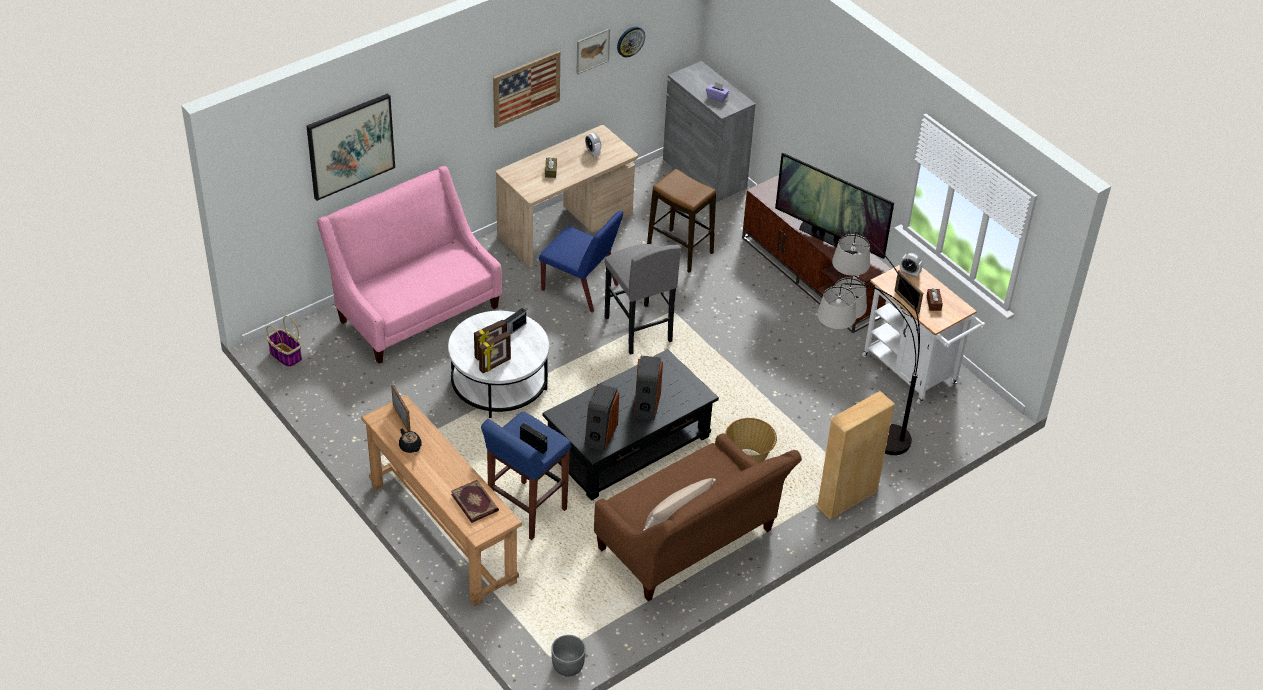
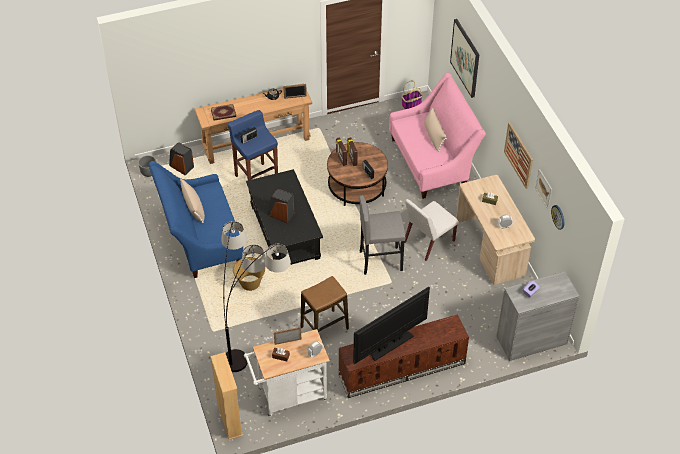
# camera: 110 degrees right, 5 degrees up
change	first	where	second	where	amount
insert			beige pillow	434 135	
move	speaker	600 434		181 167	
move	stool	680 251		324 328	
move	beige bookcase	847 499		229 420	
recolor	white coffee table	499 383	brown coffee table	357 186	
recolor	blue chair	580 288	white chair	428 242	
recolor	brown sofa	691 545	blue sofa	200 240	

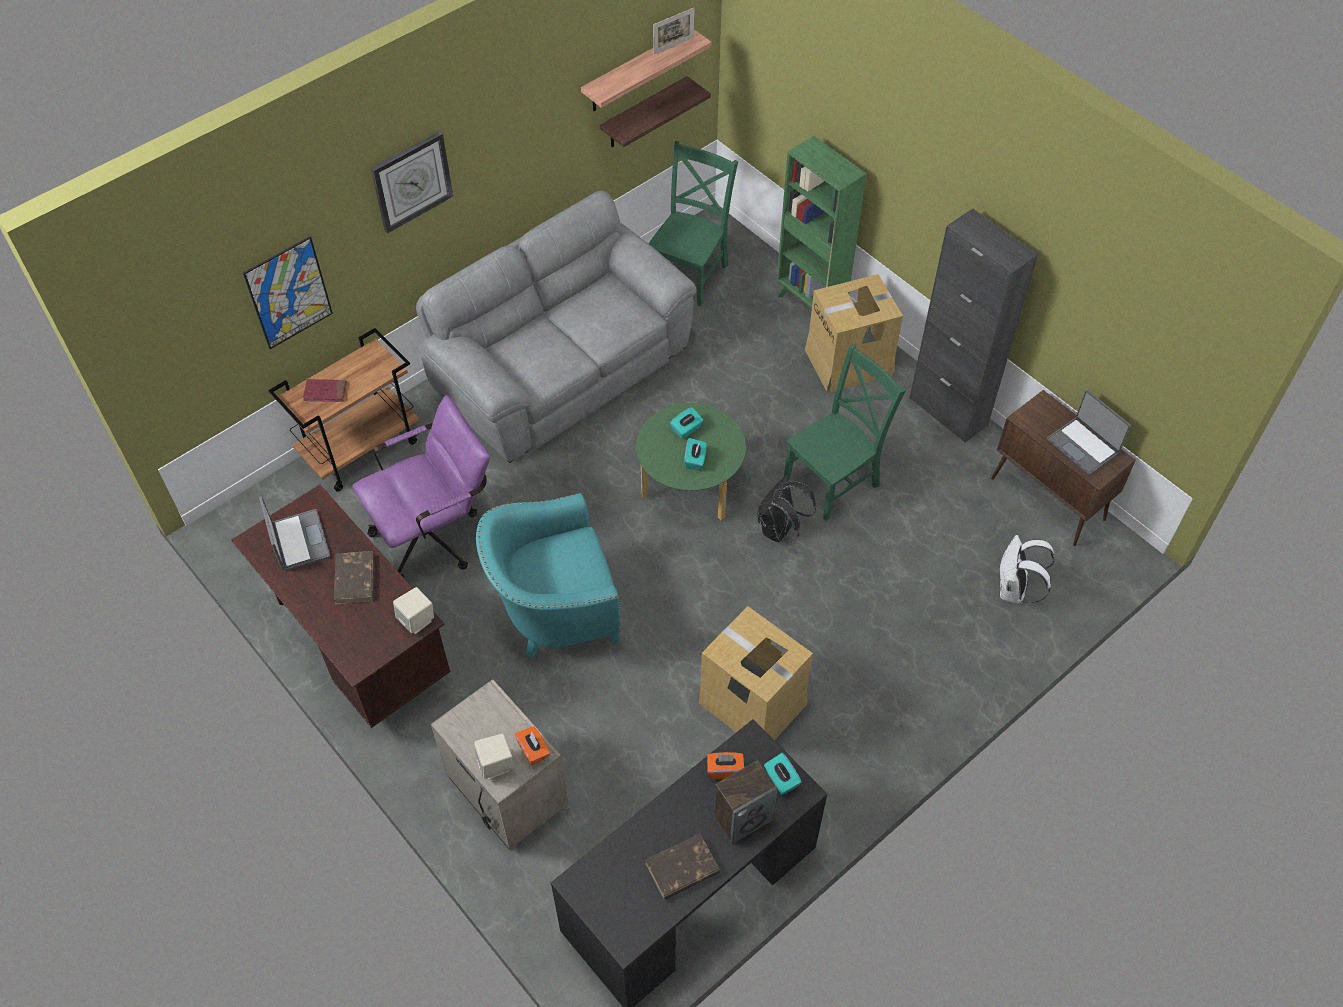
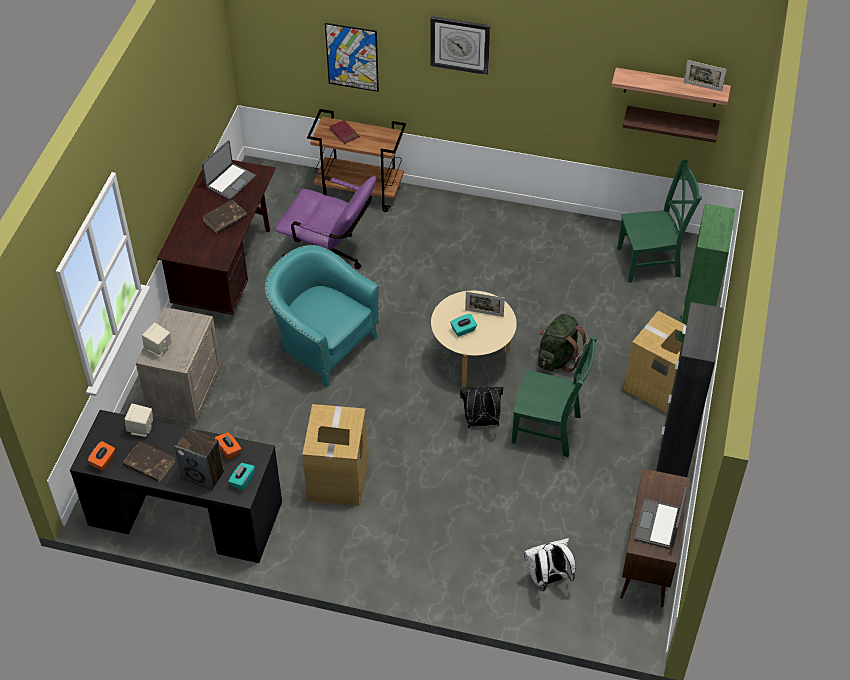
# camera: 55 degrees right, 5 degrees down
change	first	where	second	where	amount
delete	grey sofa	560 368			
insert			green backpack	558 358	
move	beige speaker	417 620		141 429	
move	orange tissue box	533 750		103 461	
replace	turquoise tissue box	686 429	picture frame	484 313	
recolor	green coffee table	690 488	beige coffee table	472 359	

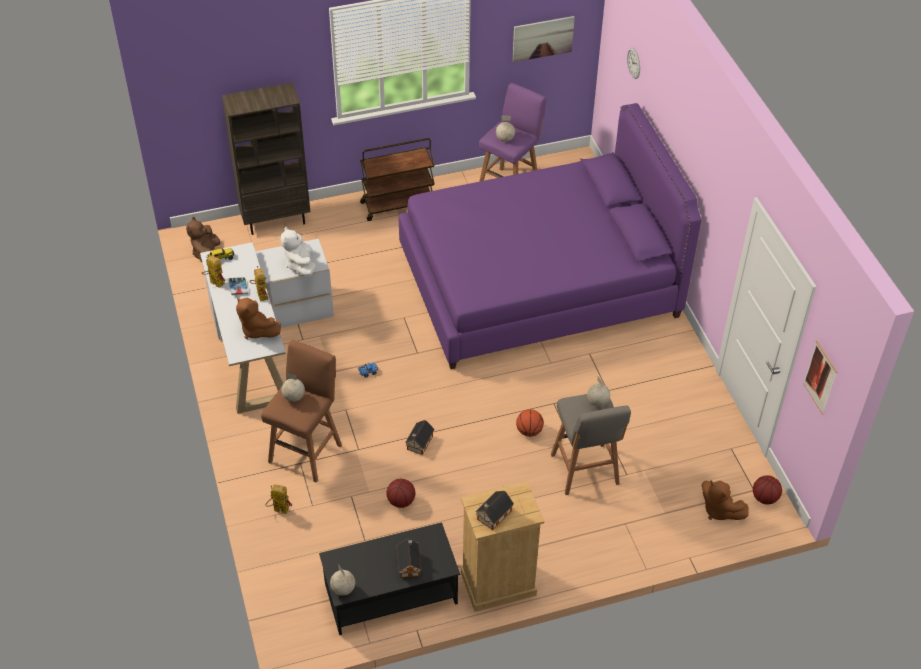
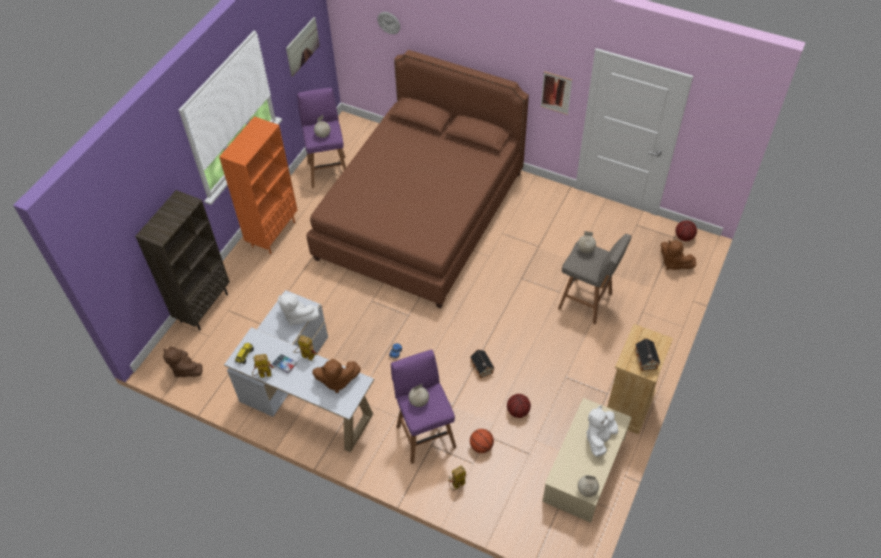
# camera: 45 degrees left, 5 degrees up
change	first	where	second	where	amount
move	basketball	529 431		481 446	
move	picture	820 377		556 93	
replace	brown cart	398 204	orange bookcase	273 234	
replace	toy house	409 563	white plush toy	599 438	
recolor	brown stool	306 451	purple stool	425 434	
recolor	black coffee table	391 593	beige coffee table	584 469	
recolor	purple bed	538 282	brown bed	421 215	
rotate	brown plush toy	719 510		673 263	45 degrees clockwise

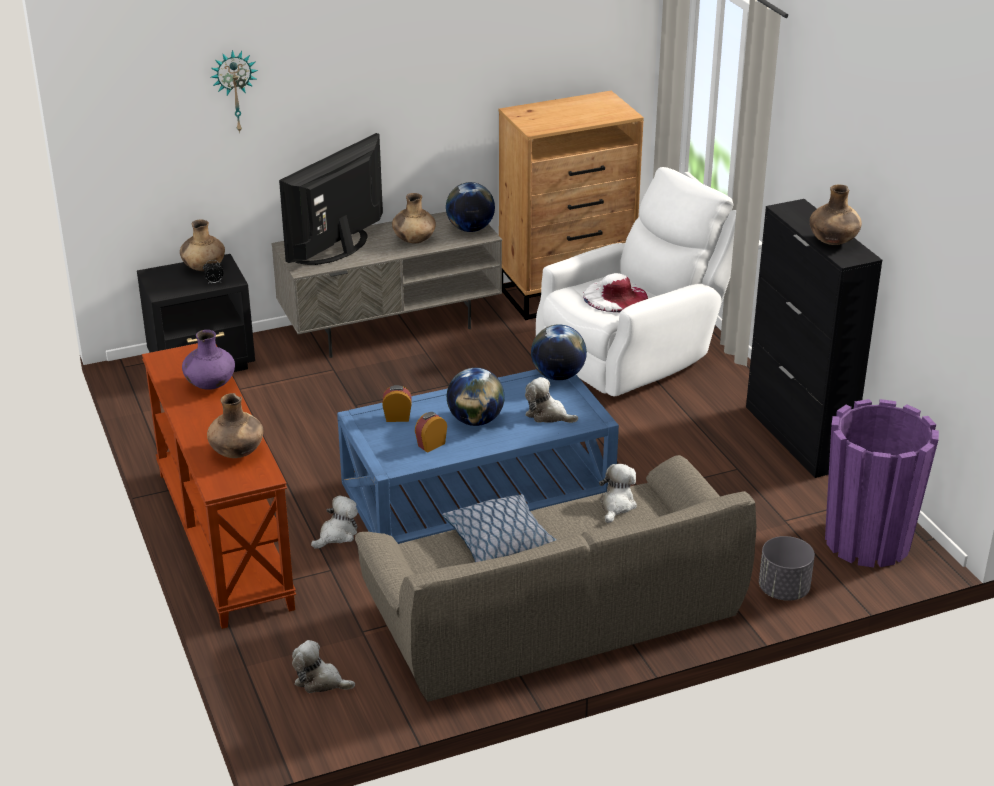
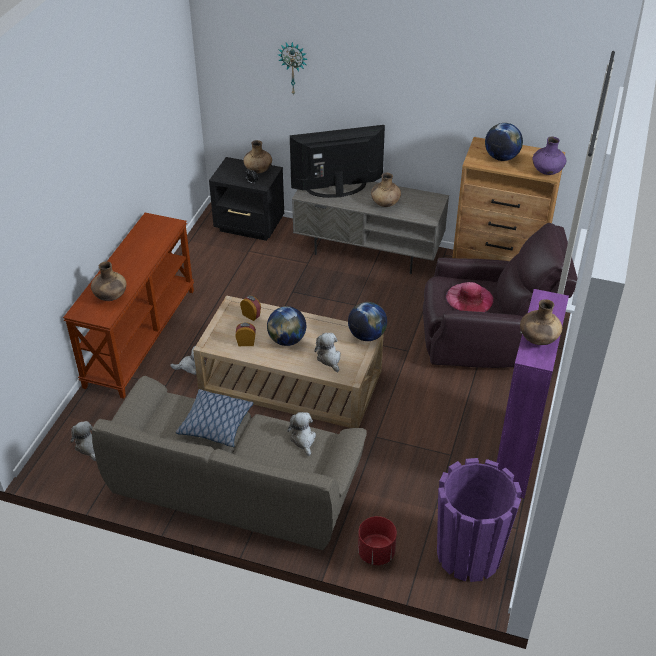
# camera: 40 degrees right, 10 degrees up
change	first	where	second	where	amount
move	purple vase	210 385		547 171	
move	globe	470 229		501 157	
recolor	blue coffee table	478 490	beige coffee table	290 381	
recolor	white armchair	634 353	brown armchair	487 340	
recolor	white hat	615 296	pink hat	469 298	
recolor	black cabinet	797 437	purple cabinet	516 456	
recolor	grey planter	783 590	red planter	376 552	
rotate	plush toy	616 505		303 439	75 degrees counterclockwise

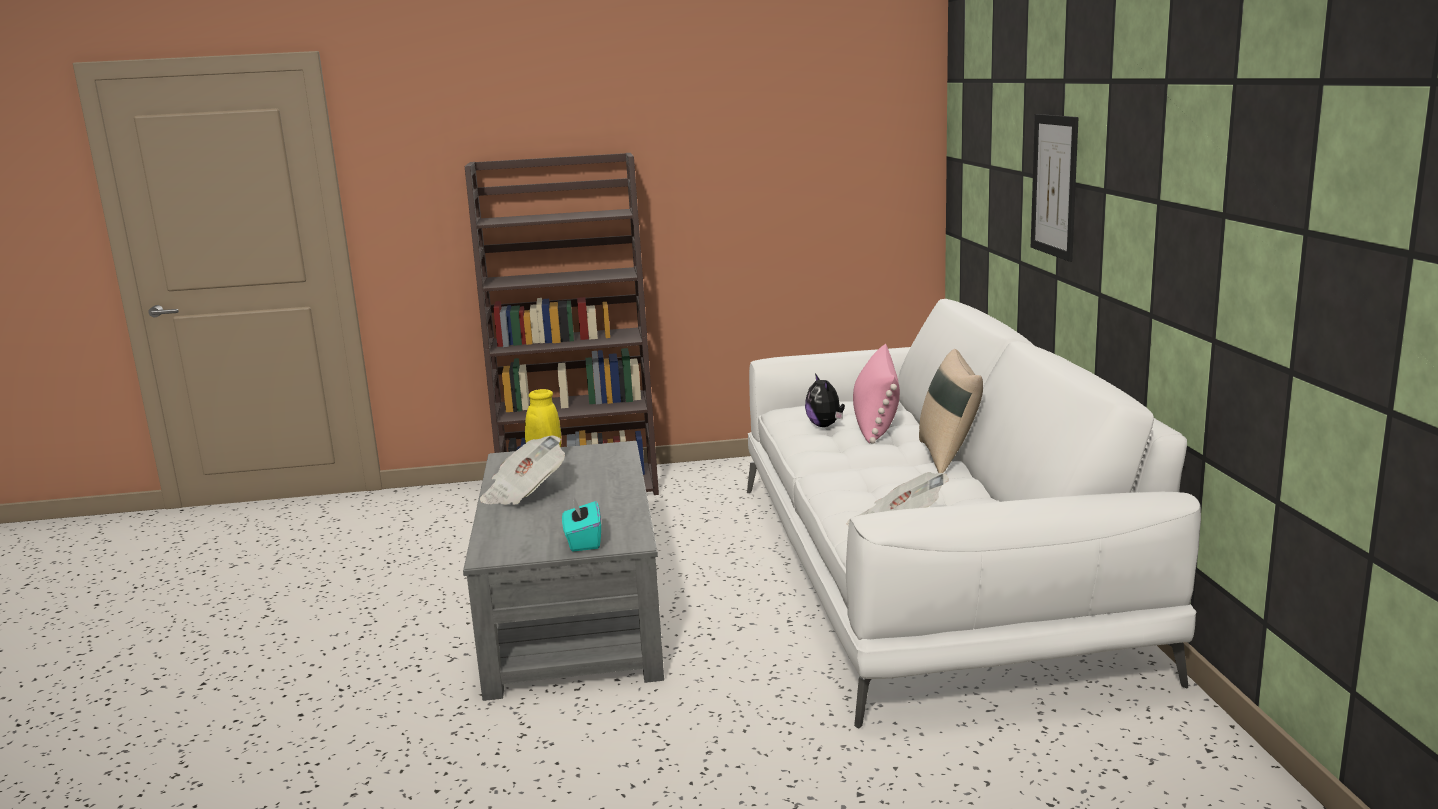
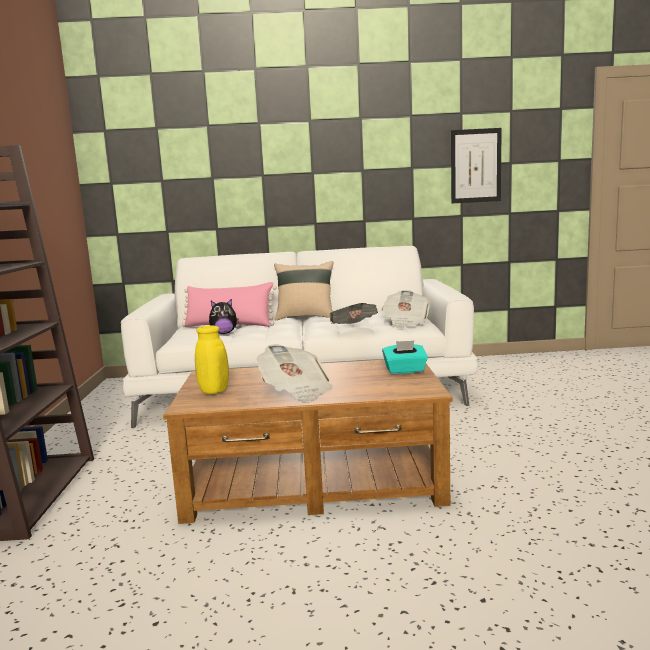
# camera: 85 degrees left, 5 degrees down
change	first	where	second	where	amount
insert			newspaper	353 328	
move	picture	1054 186		475 166	
recolor	grey coffee table	571 613	brown coffee table	315 481	

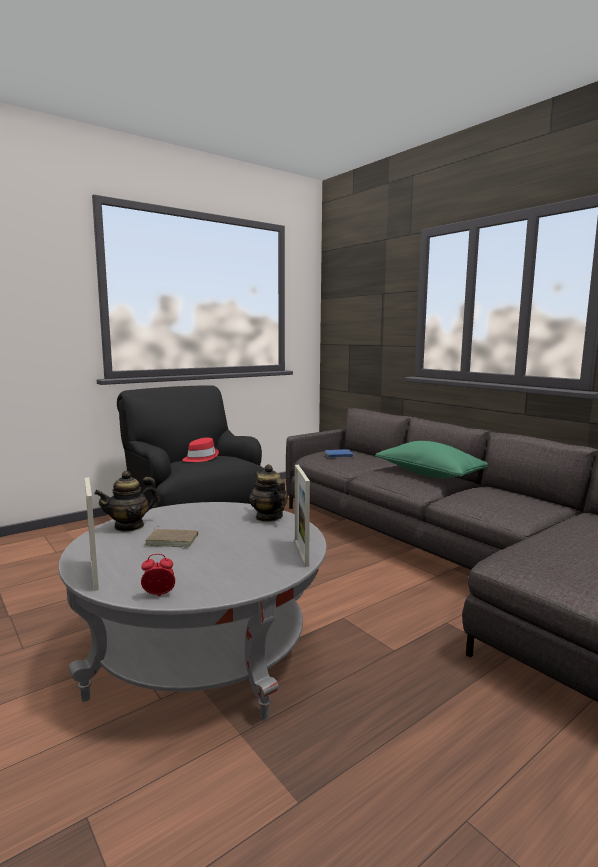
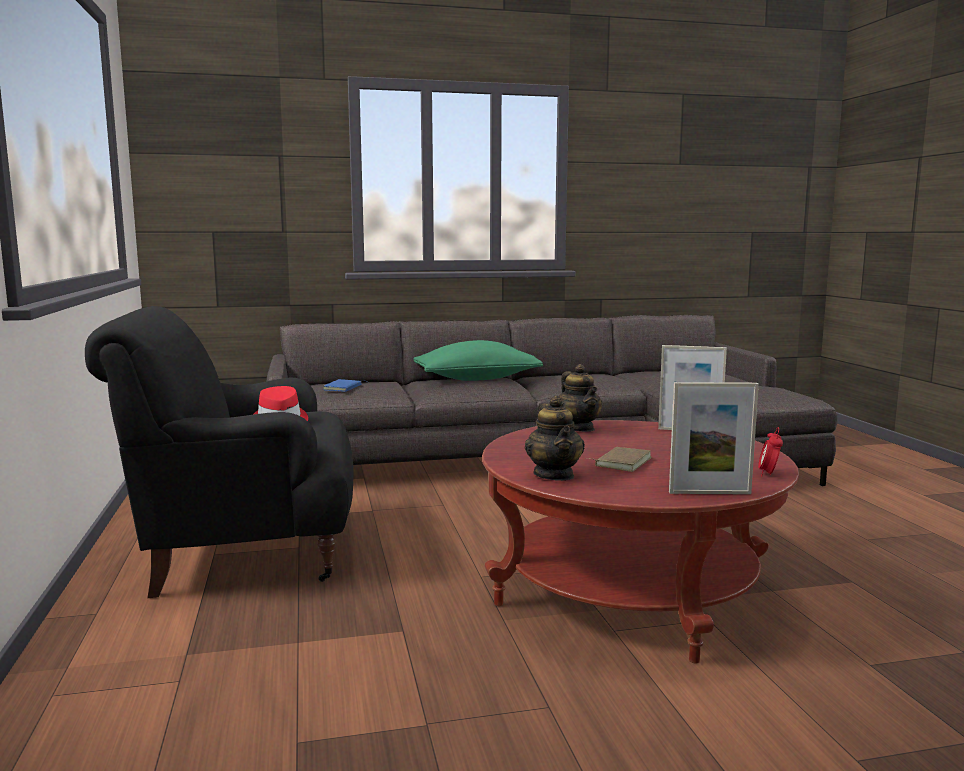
# camera: 65 degrees left, 0 degrees up
change	first	where	second	where	amount
recolor	grey coffee table	202 651	red coffee table	630 590	
rotate	teapot	269 517		578 428	105 degrees counterclockwise

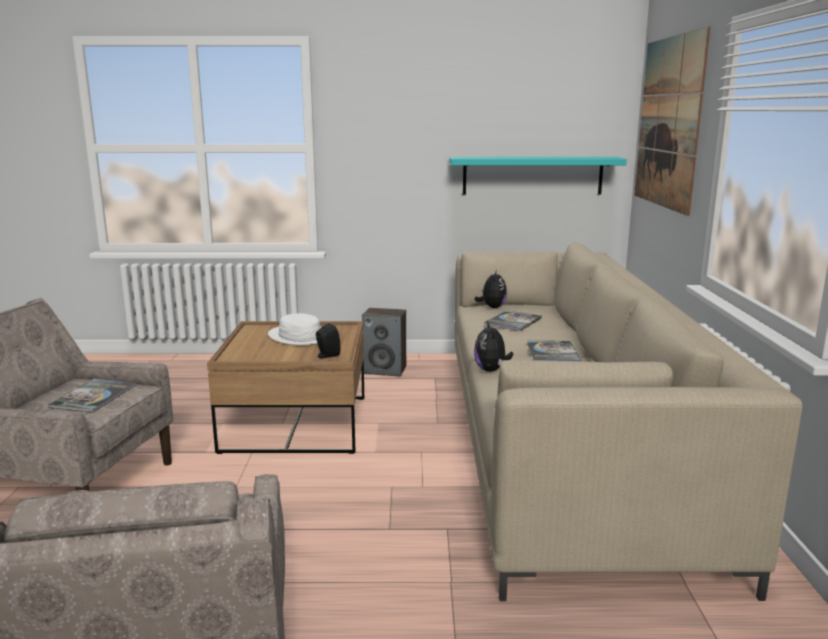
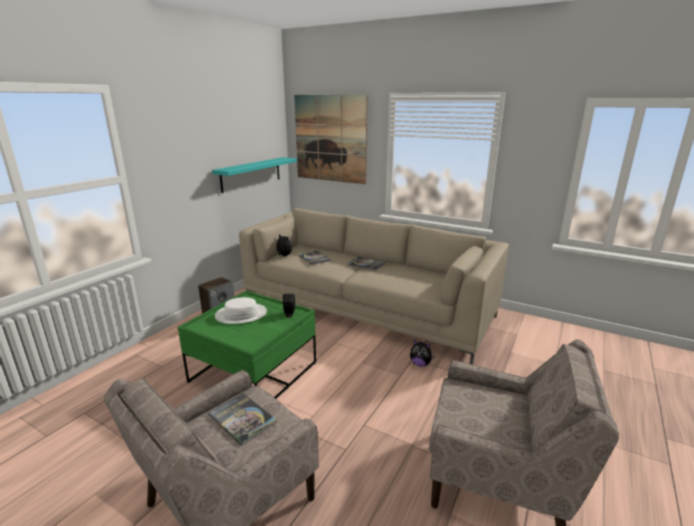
# camera: 60 degrees left, 5 degrees up
change	first	where	second	where	amount
move	plush toy	491 370		420 364	
recolor	brown coffee table	296 424	green coffee table	254 372	

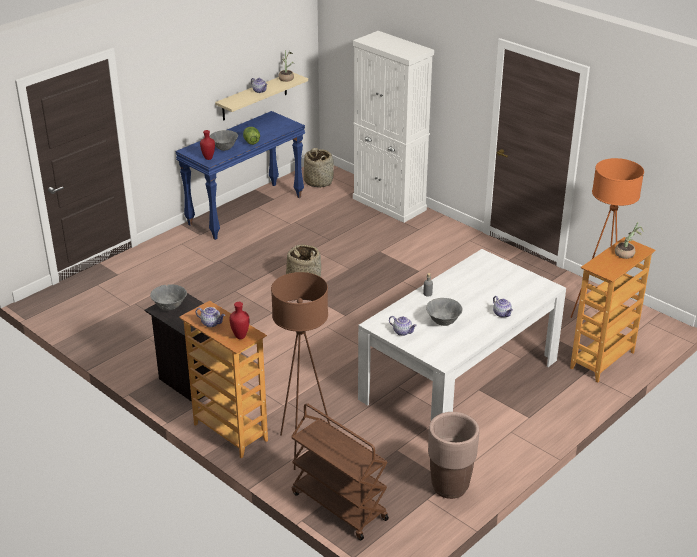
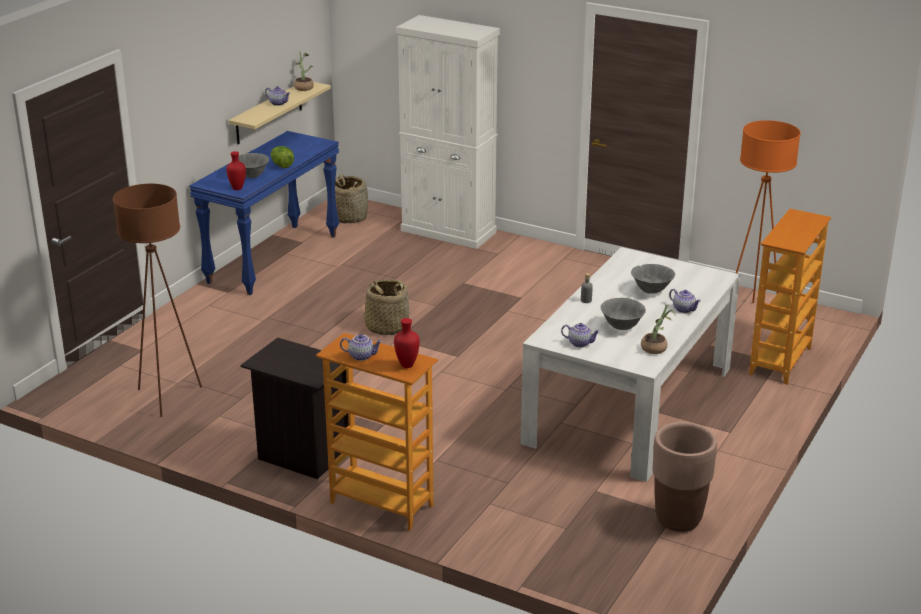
# camera: 15 degrees left, 5 degrees down
change	first	where	second	where	amount
delete	brown cart	338 506			
move	grey bowl	169 307		651 291	
move	brown floor lamp	304 448		168 397	
move	potted plant	627 254		657 348	

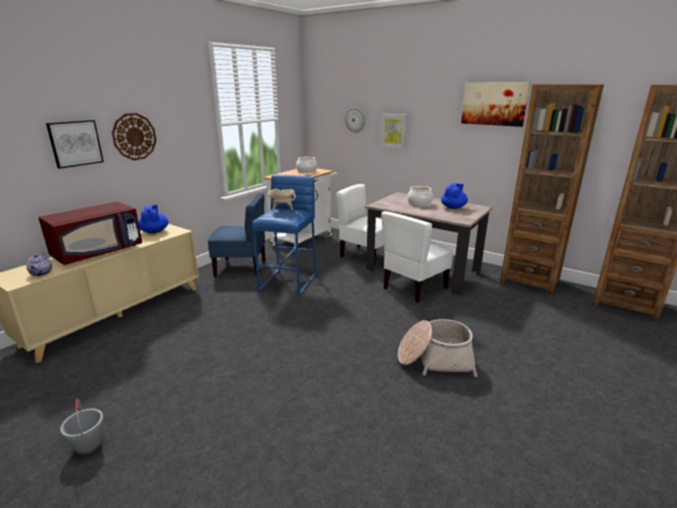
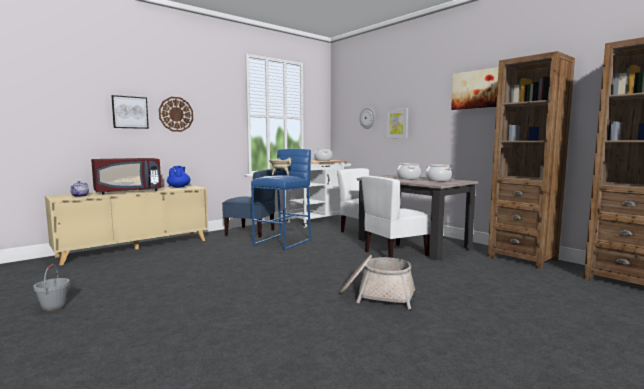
# camera: 15 degrees right, 15 degrees down
change	first	where	second	where	amount
replace	blue teapot	453 207	cooking pot	438 180	

